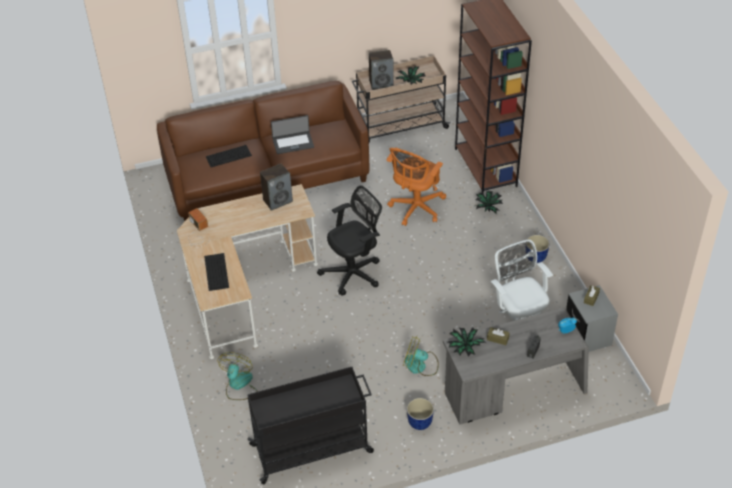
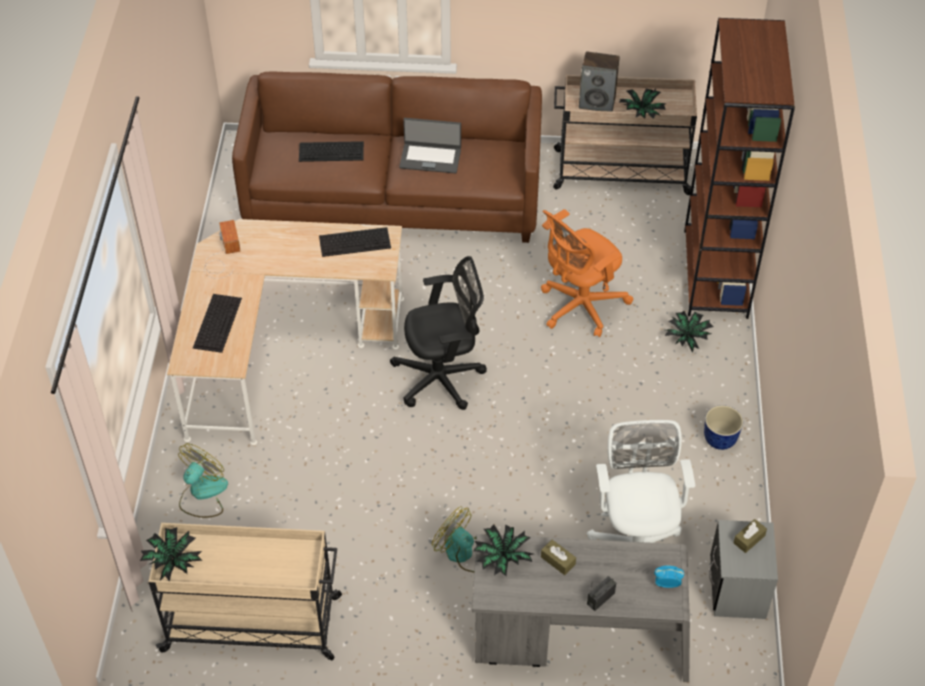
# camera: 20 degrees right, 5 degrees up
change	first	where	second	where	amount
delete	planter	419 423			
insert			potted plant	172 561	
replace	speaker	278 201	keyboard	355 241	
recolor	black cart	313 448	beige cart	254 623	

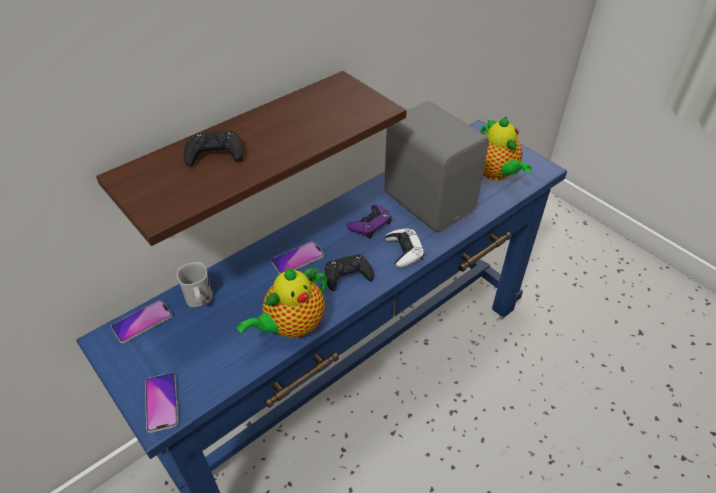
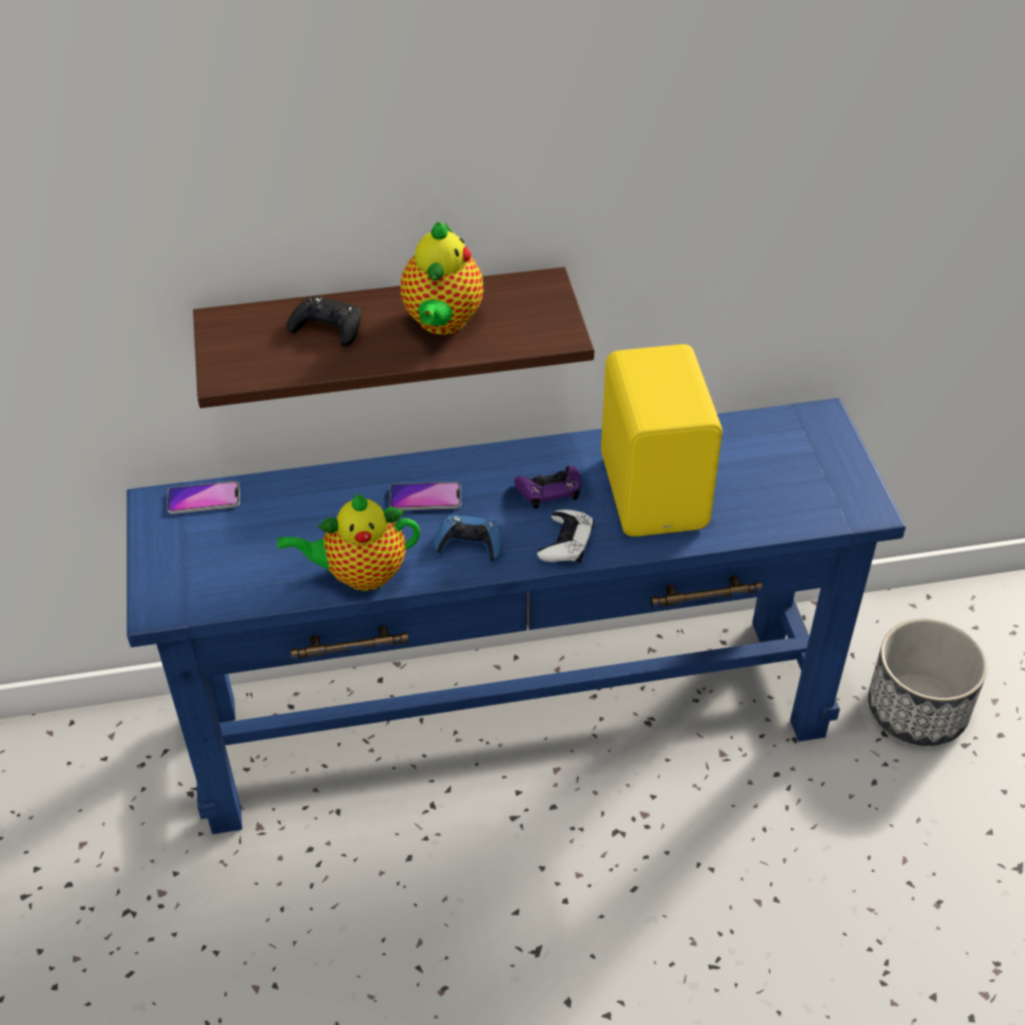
# camera: 30 degrees right, 0 degrees up
change	first	where	second	where	amount
delete	phone	161 402			
delete	white mug	199 300			
insert			planter	916 710	
move	teapot	496 174		442 323	
recolor	black game controller	348 276	blue game controller	470 544	
recolor	grey speaker	429 201	yellow speaker	656 490	

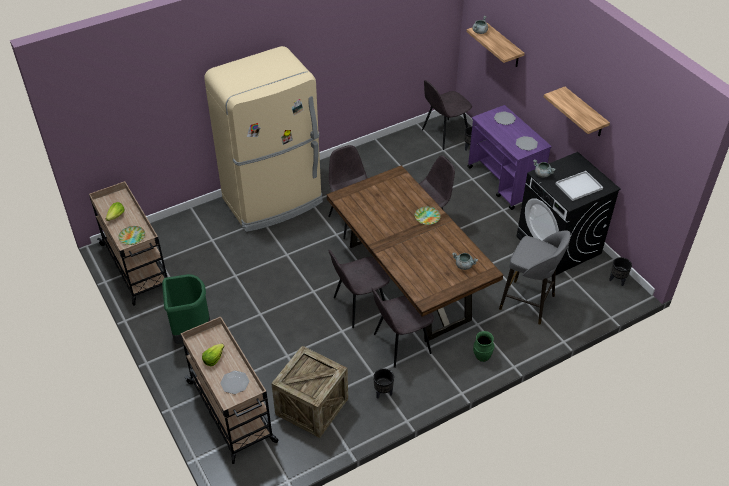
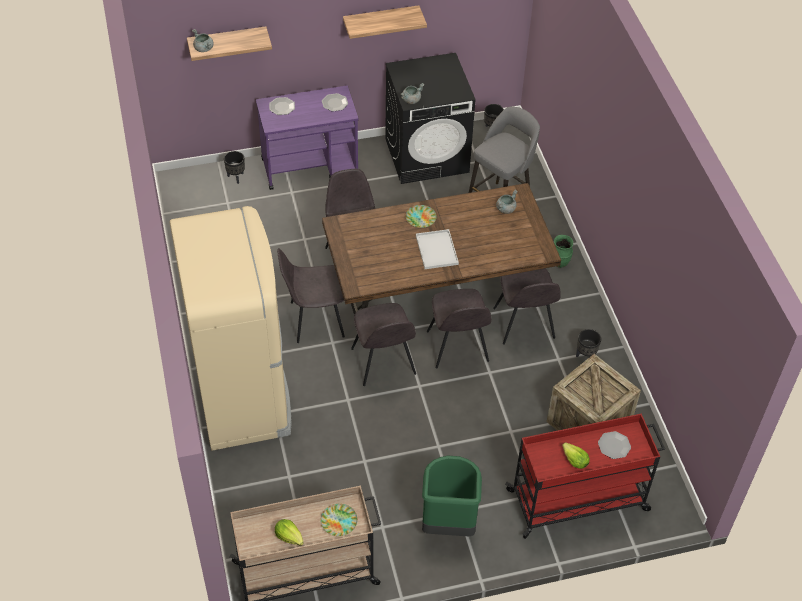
# camera: 75 degrees left, 5 degrees up
change	first	where	second	where	amount
move	grey chair	444 134		383 363	
move	white tray	578 187		437 250	
recolor	beige cart	232 412	red cart	579 500	

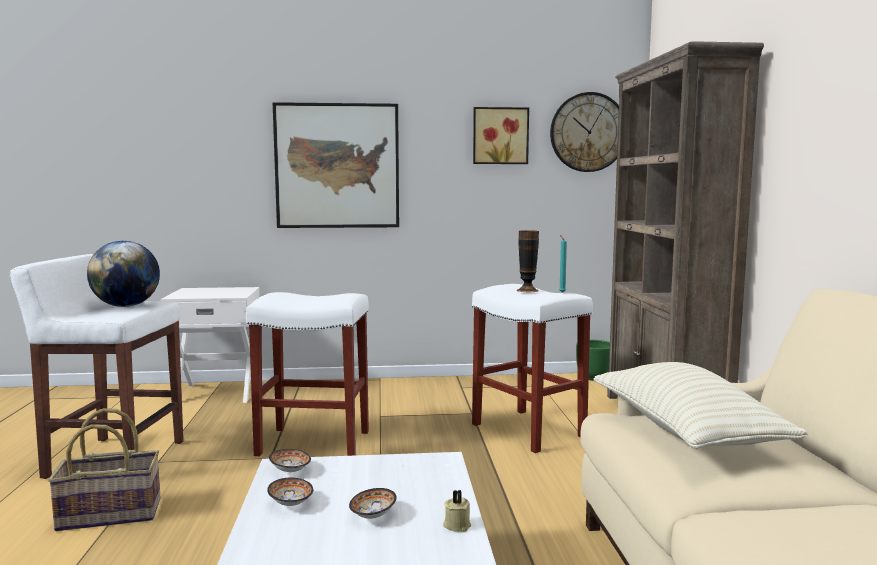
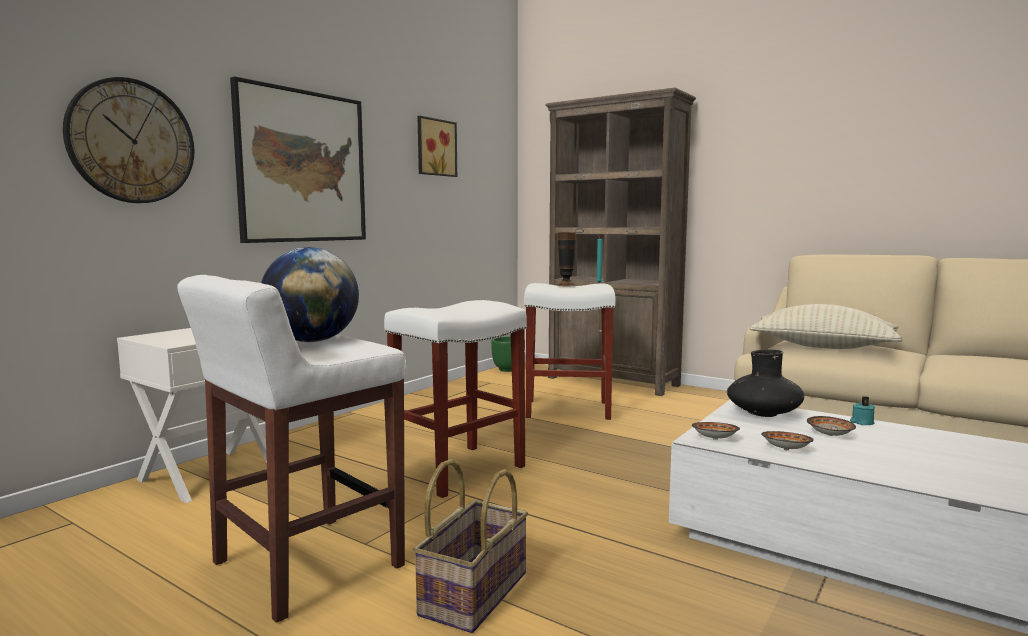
# camera: 50 degrees left, 0 degrees up
change	first	where	second	where	amount
insert			black vase	763 413	
move	wall clock	588 132		131 141	
recolor	beige candle	457 525	turquoise candle	861 422	

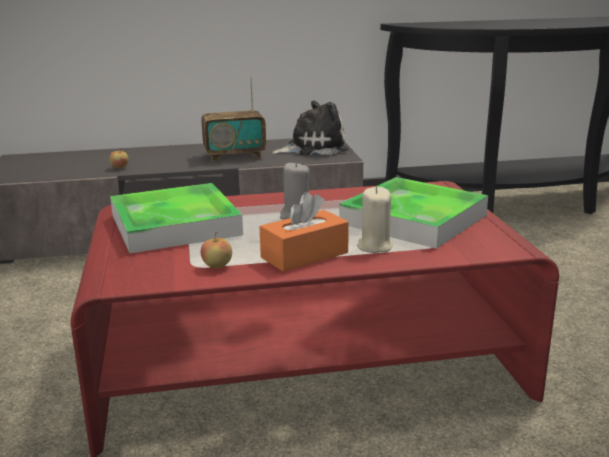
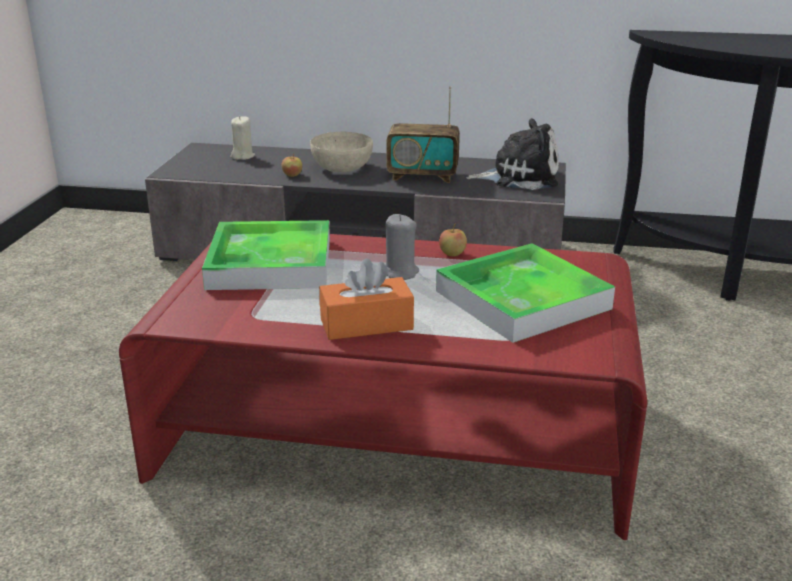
# camera: 20 degrees right, 5 degrees up
change	first	where	second	where	amount
insert			beige bowl	343 168	
move	apple	217 266		452 254	
move	beige candle	374 246		242 156	

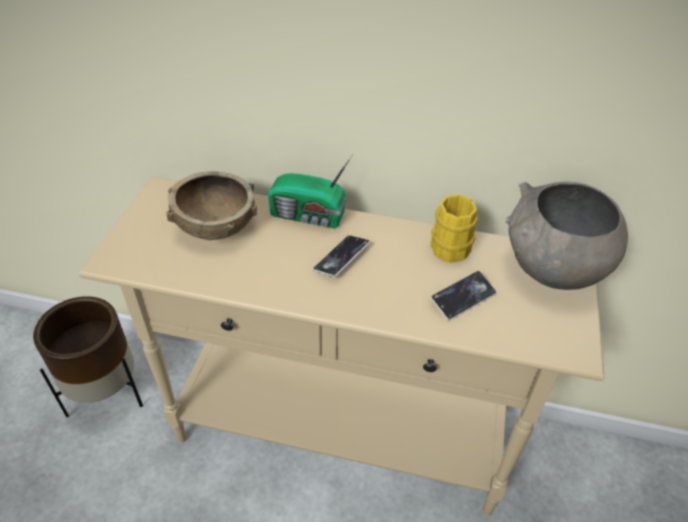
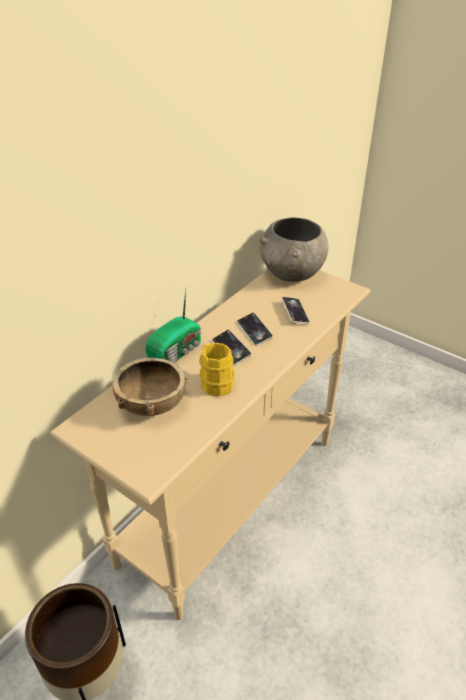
# camera: 65 degrees left, 5 degrees down
change	first	where	second	where	amount
insert			phone	254 331	
move	yellow mug	453 244		214 382	

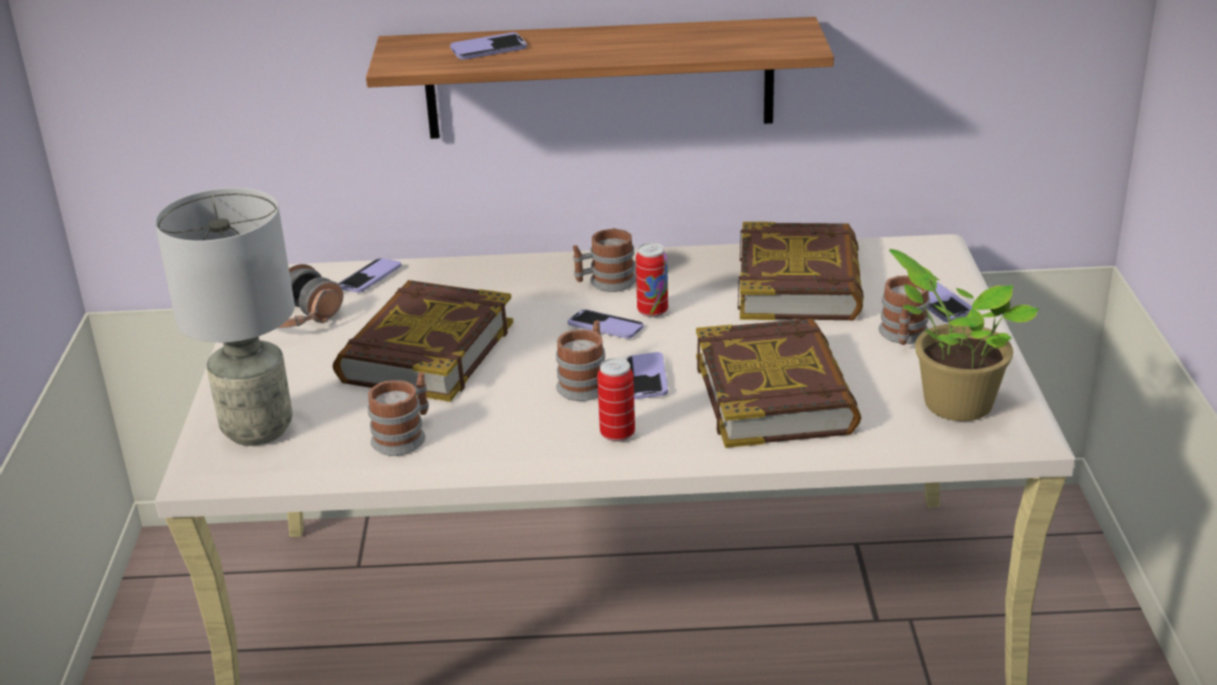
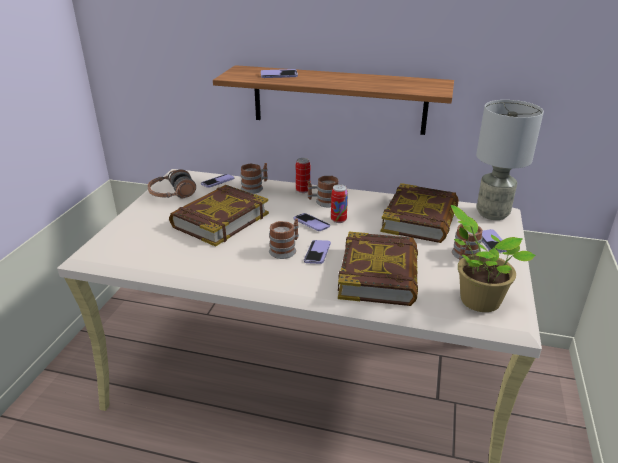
# camera: 15 degrees right, 0 degrees up
change	first	where	second	where	amount
move	grey table lamp	258 430		493 214	
move	mug	404 436		255 188	
move	can	617 434		303 190	

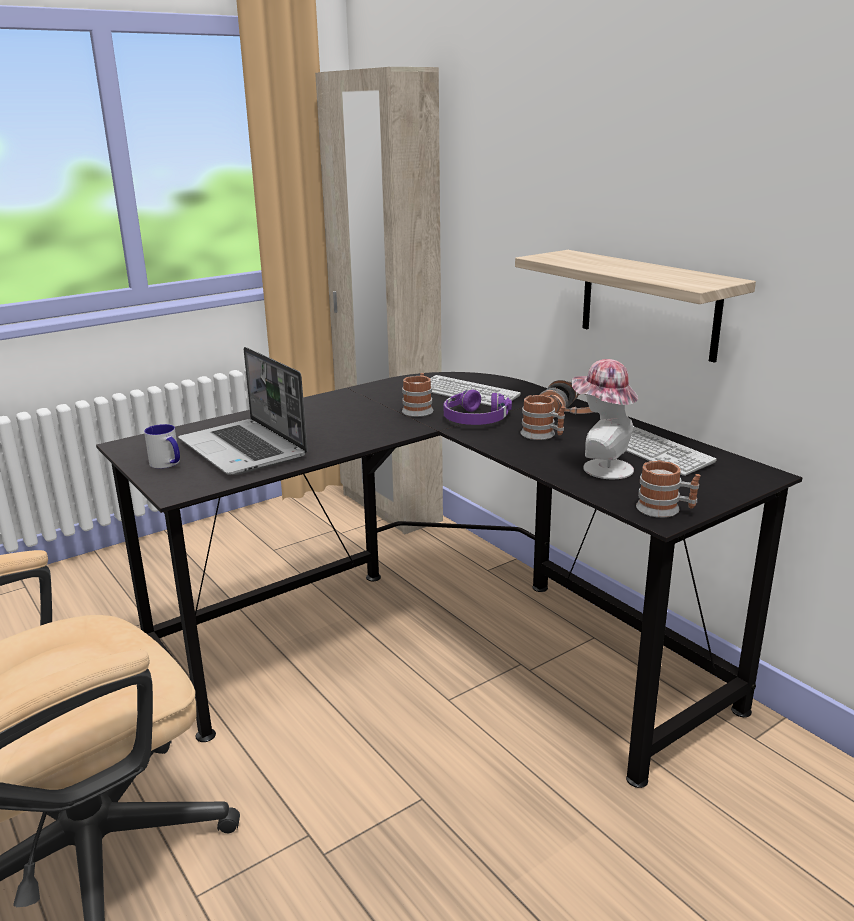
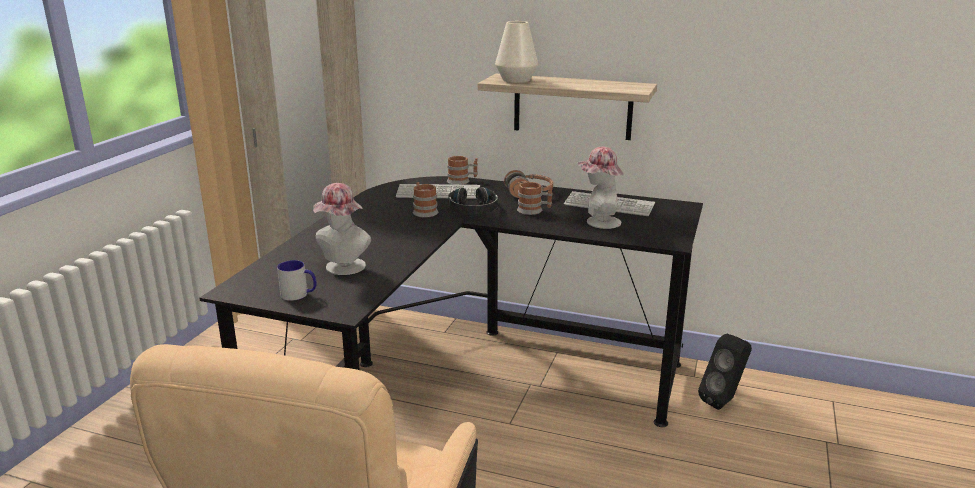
# camera: 35 degrees left, 0 degrees up
change	first	where	second	where	amount
insert			white vase	516 80	
insert			black speaker	723 401	
move	mug	665 510		462 181	
replace	laptop	245 449	hat	343 269	
recolor	purple headphones	475 419	black headphones	473 209	

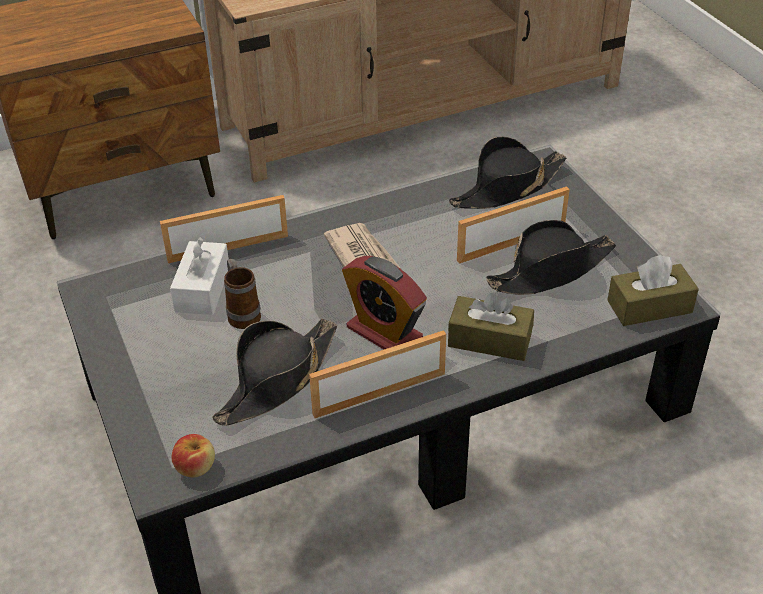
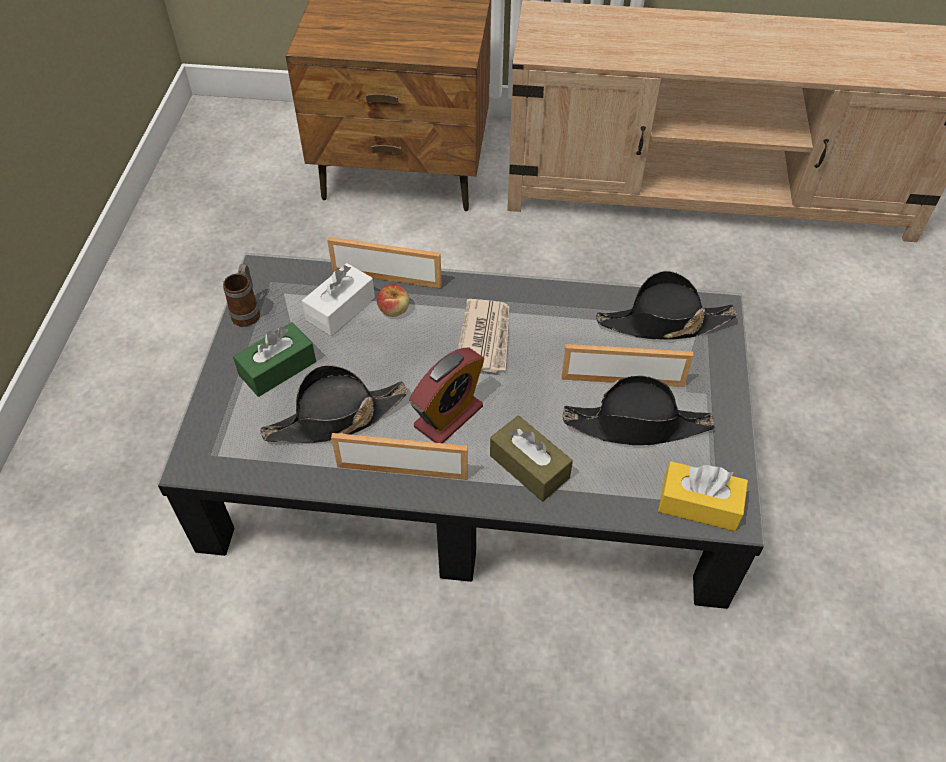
# camera: 30 degrees right, 10 degrees up
change	first	where	second	where	amount
insert			green tissue box	277 368	
move	apple	195 467		394 310	
move	mug	242 313		248 311	
recolor	brown tissue box	649 306	yellow tissue box	699 504	
rotate	alarm clock	384 333		448 416	120 degrees counterclockwise

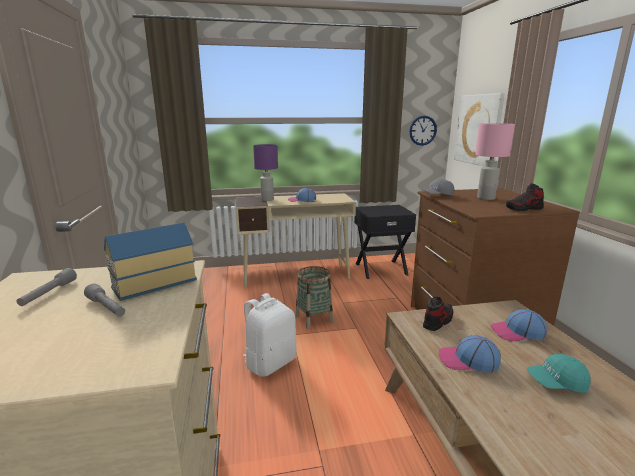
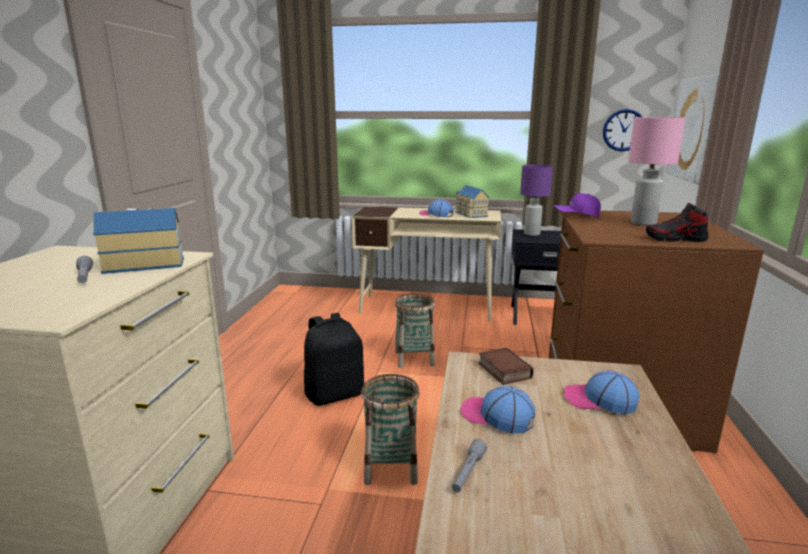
# camera: 20 degrees right, 0 degrees up
change	first	where	second	where	amount
delete	turquoise cap	556 383			
insert			basket	391 467	
insert			toy house	470 214	
move	grey flashlight	49 294		468 472	
move	purple table lamp	267 199		531 234	
replace	shoe	438 321	book	502 370	
recolor	white backpack	270 363	black backpack	335 394	
recolor	grey cap	437 196	purple cap	576 215	

